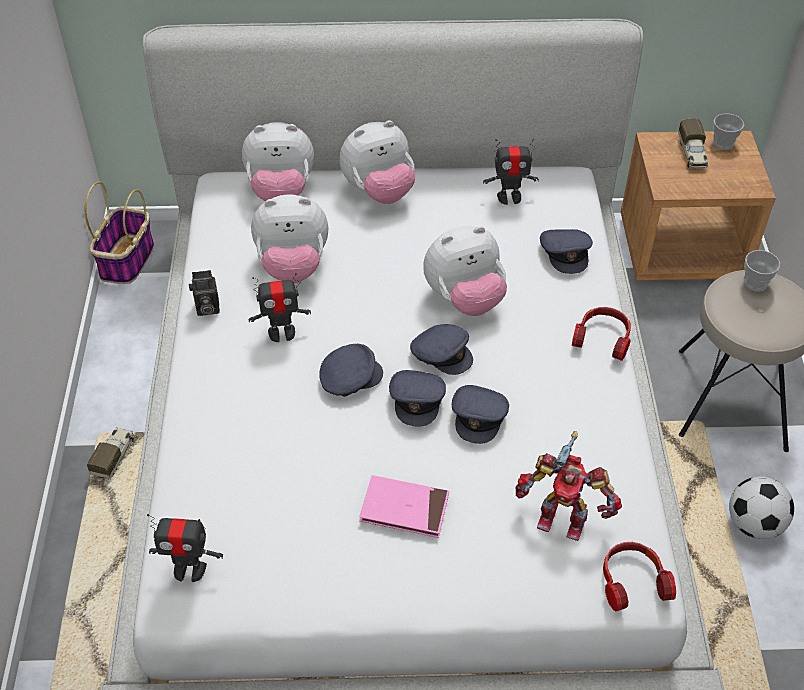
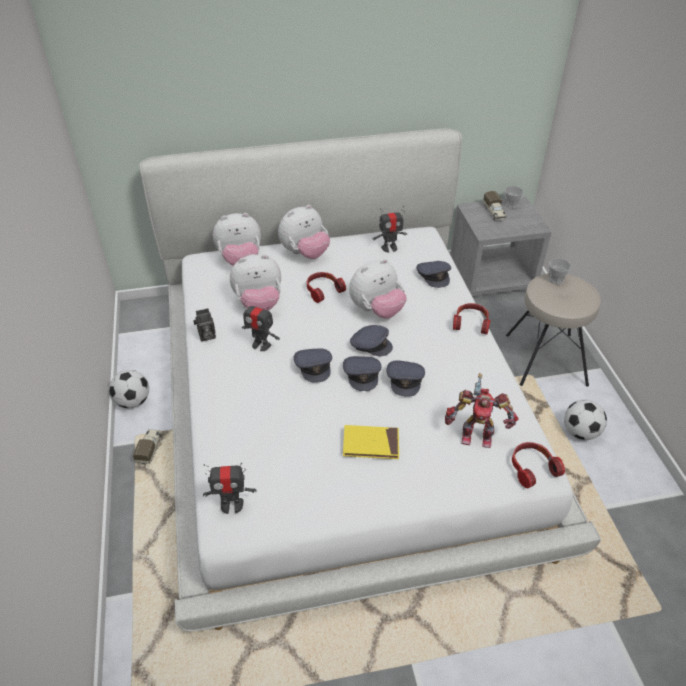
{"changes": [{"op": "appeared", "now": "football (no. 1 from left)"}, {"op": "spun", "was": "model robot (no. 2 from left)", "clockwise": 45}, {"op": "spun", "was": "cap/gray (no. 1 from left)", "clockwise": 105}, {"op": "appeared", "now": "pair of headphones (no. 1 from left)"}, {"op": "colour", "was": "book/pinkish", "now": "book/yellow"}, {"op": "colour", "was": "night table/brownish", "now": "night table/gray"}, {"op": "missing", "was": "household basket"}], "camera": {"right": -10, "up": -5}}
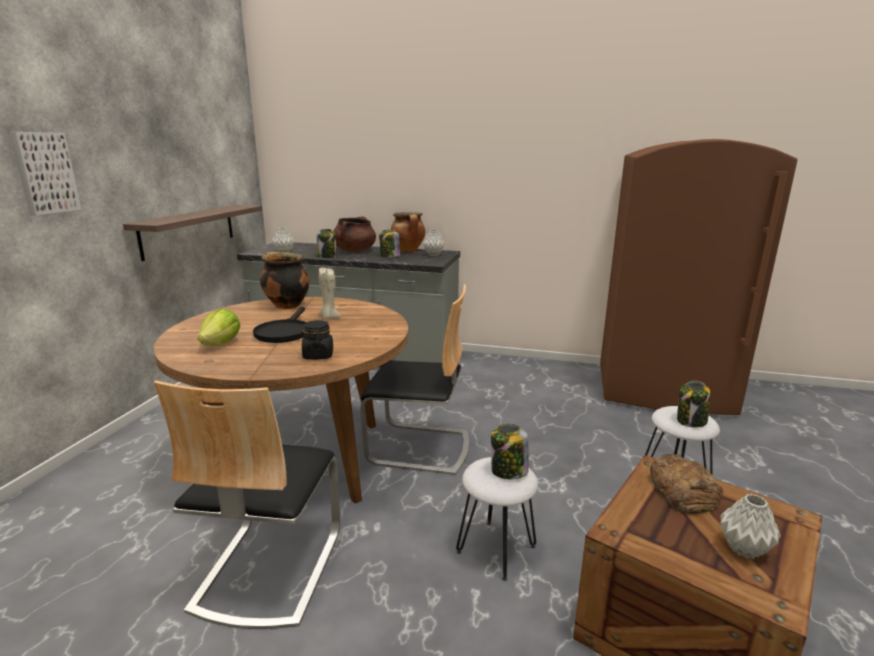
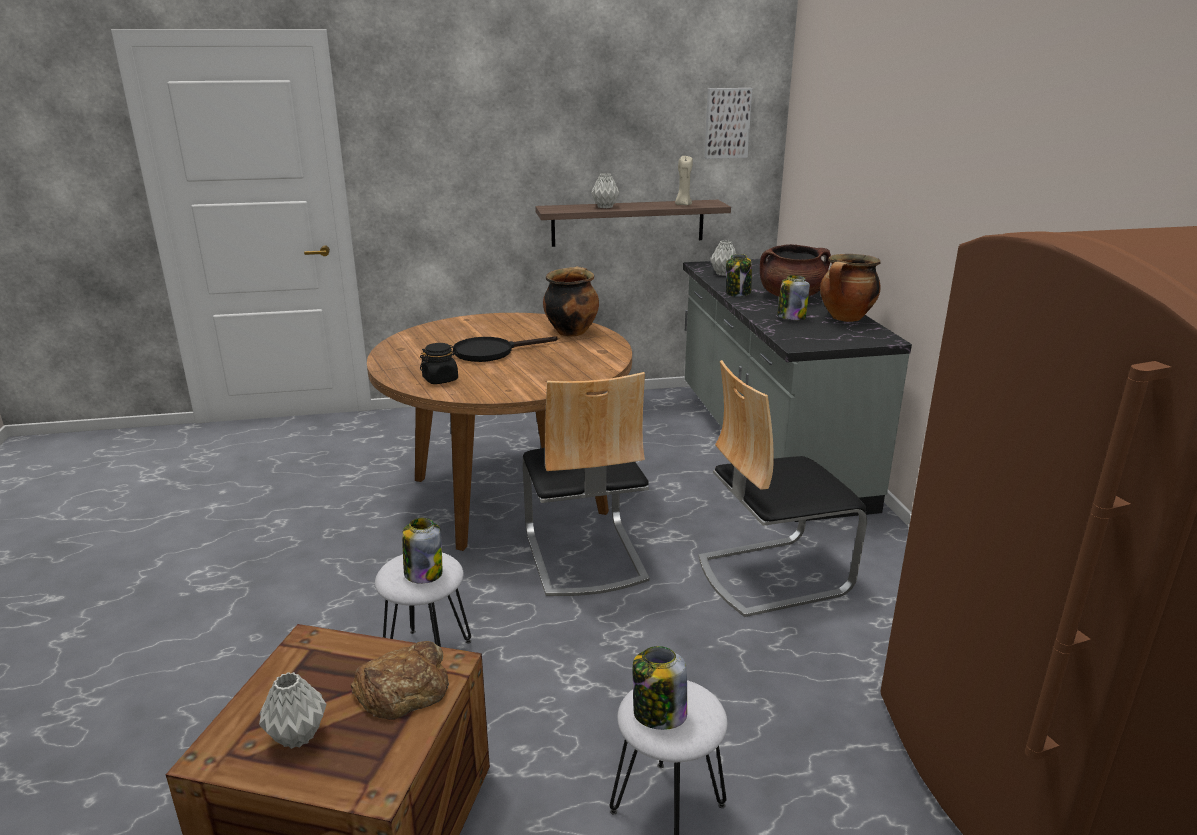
{"changes": [{"op": "relocated", "was": "vase/gray (no. 2 from left)"}, {"op": "relocated", "was": "candle/beige"}, {"op": "relocated", "was": "upright chair (no. 1 from left in the first image)", "now": "upright chair (no. 2 from left)"}, {"op": "relocated", "was": "wall picture"}, {"op": "missing", "was": "lettuce"}], "camera": {"right": 65, "up": 5}}
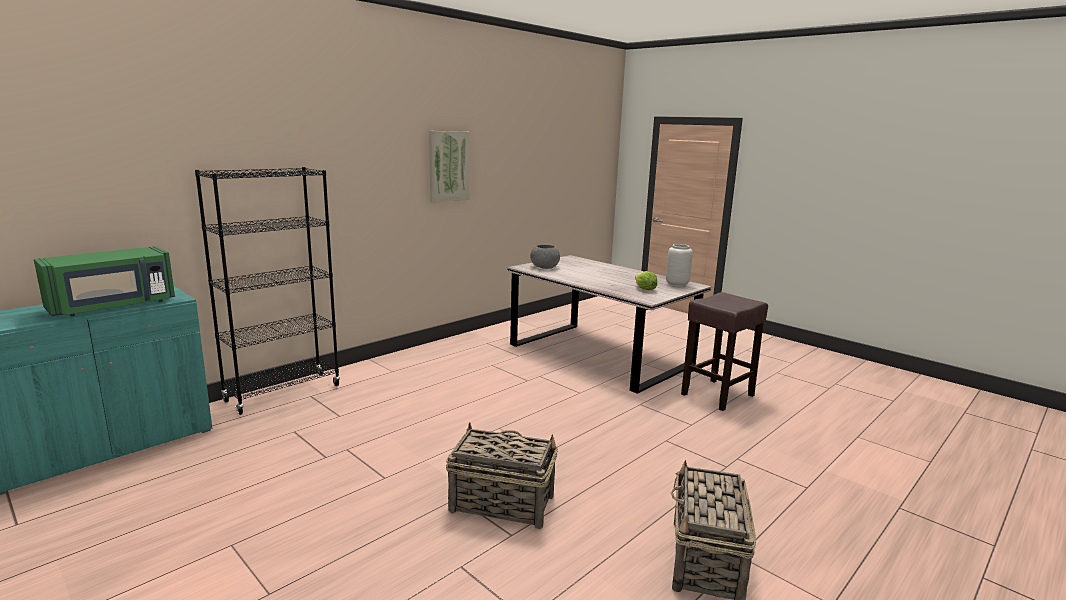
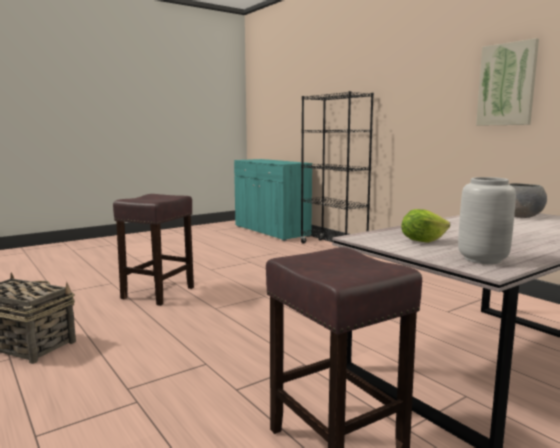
{"changes": [{"op": "exchanged", "was": "household basket (no. 1 from left)", "now": "sitting stool/brownish (no. 1 from left)"}, {"op": "missing", "was": "microwave/green"}], "camera": {"right": 100, "up": -5}}
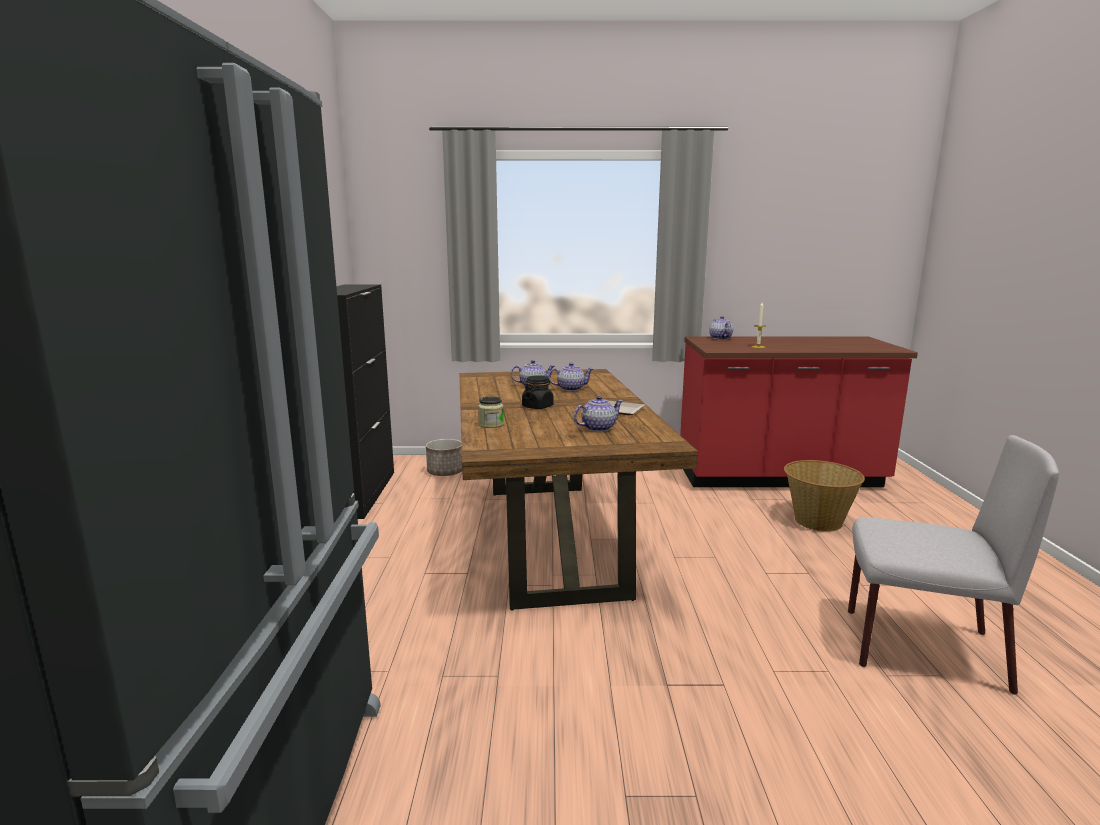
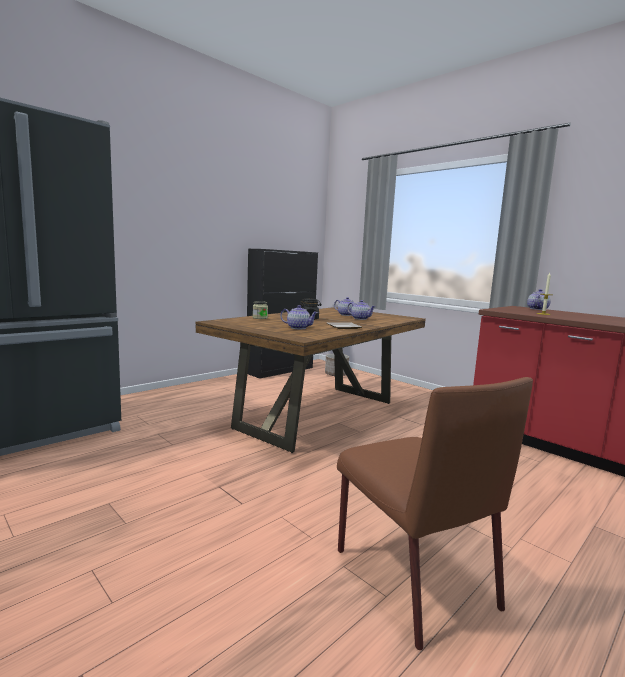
{"changes": [{"op": "colour", "was": "upright chair/gray", "now": "upright chair/brownish"}, {"op": "missing", "was": "household basket"}], "camera": {"right": 45, "up": -5}}
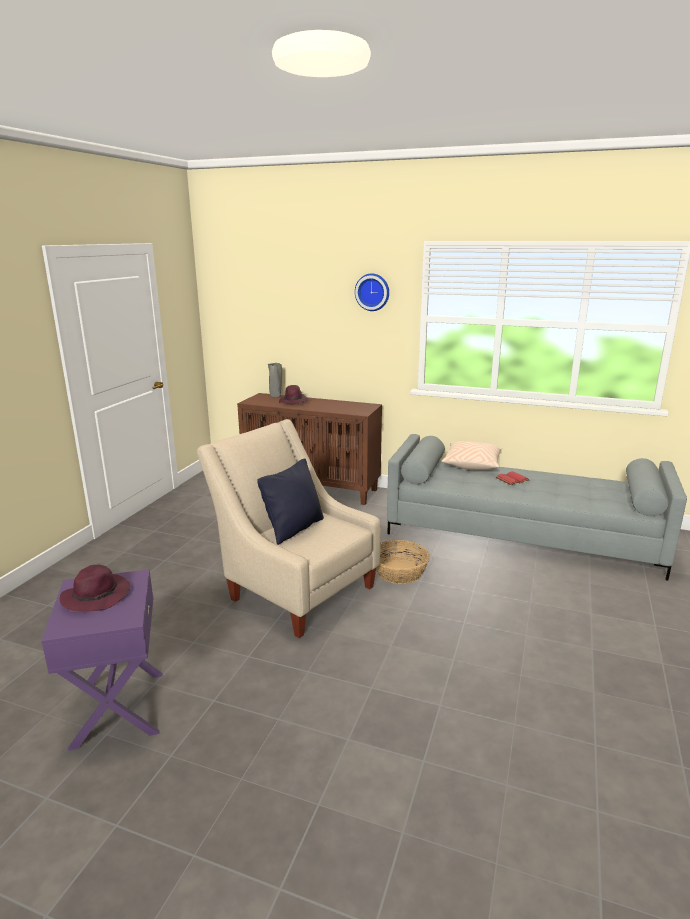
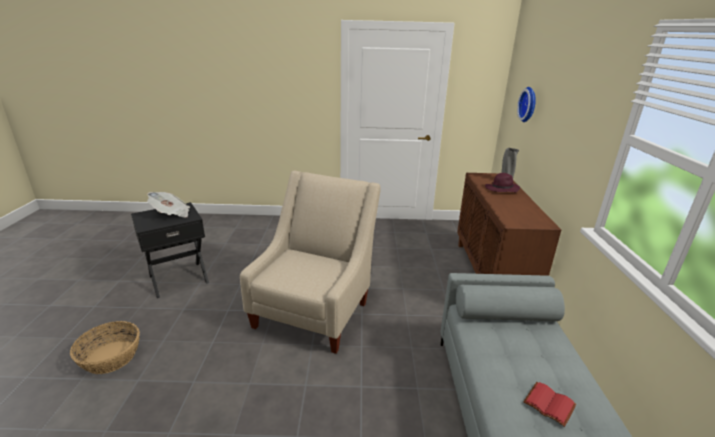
{"changes": [{"op": "relocated", "was": "household basket"}, {"op": "colour", "was": "side table/purplish", "now": "side table/black"}, {"op": "exchanged", "was": "wearable hat/purplish (no. 1 from left)", "now": "newspaper"}, {"op": "relocated", "was": "clock on the wall"}, {"op": "missing", "was": "throw pillow/black"}, {"op": "missing", "was": "throw pillow/beige"}], "camera": {"right": 70, "up": 5}}
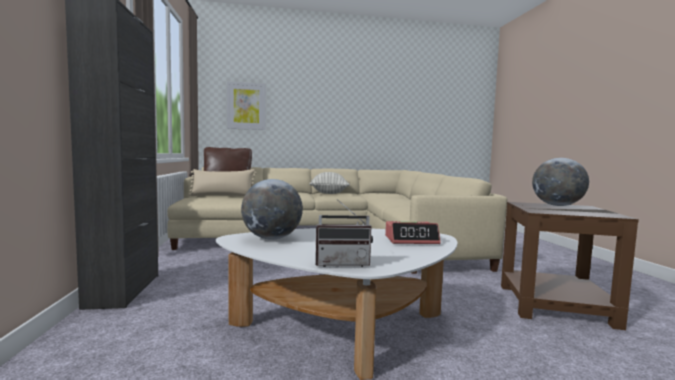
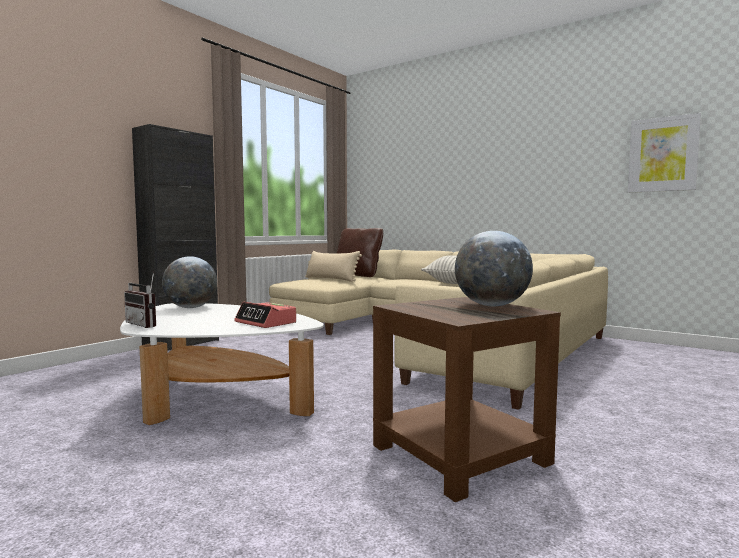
{"changes": [{"op": "relocated", "was": "wall picture"}], "camera": {"right": 45, "up": 0}}
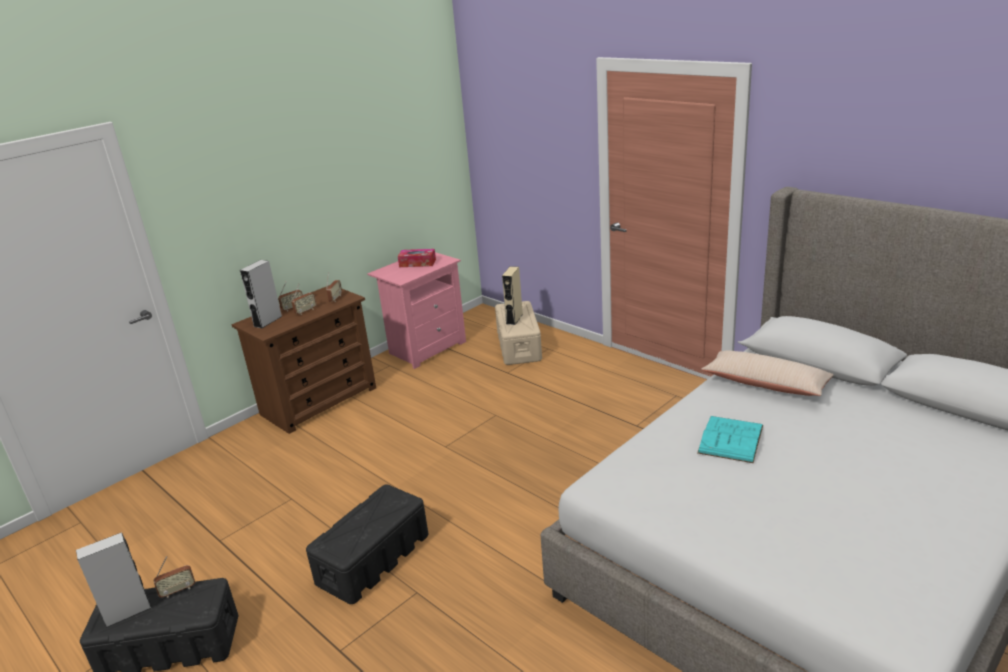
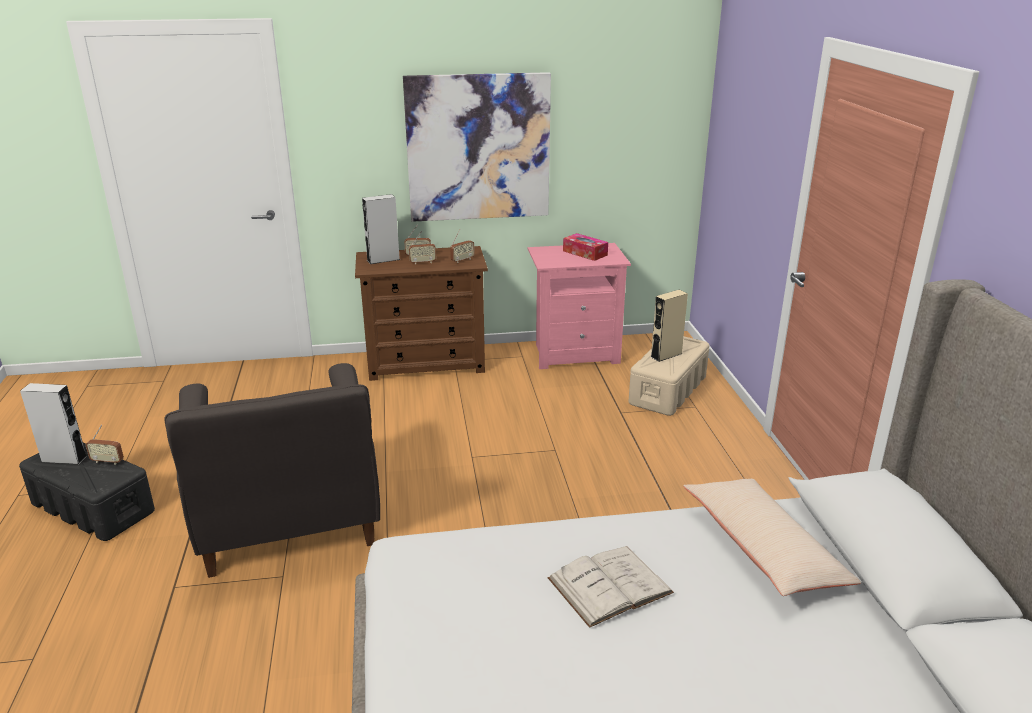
{"changes": [{"op": "exchanged", "was": "storage bin/black (no. 2 from left)", "now": "armchair/gray"}, {"op": "appeared", "now": "wall picture"}, {"op": "colour", "was": "book/turquoise", "now": "book/whitish"}], "camera": {"right": 35, "up": 0}}
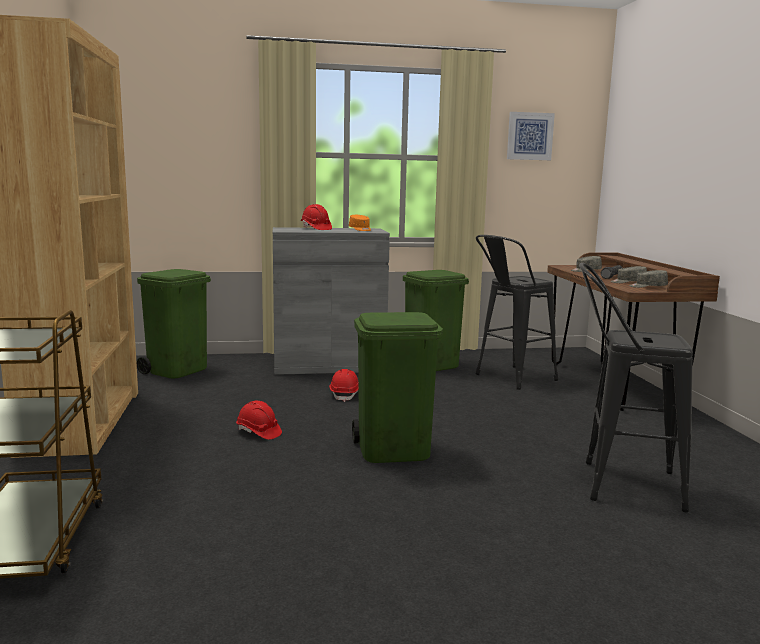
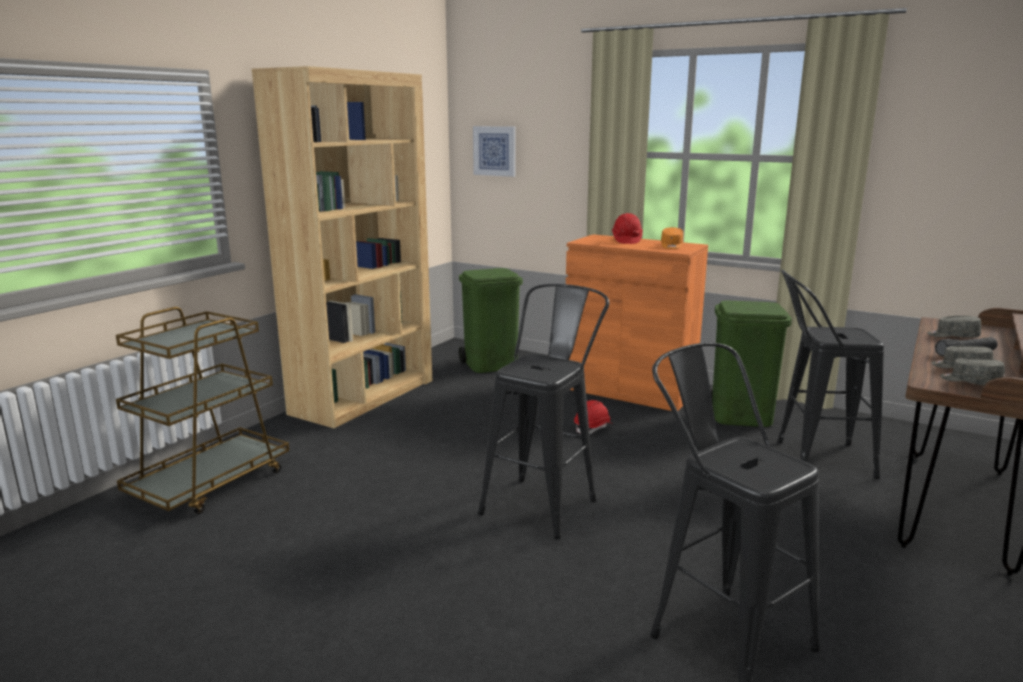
{"changes": [{"op": "relocated", "was": "wall picture"}, {"op": "exchanged", "was": "rubbish bin/green (no. 2 from left)", "now": "sitting stool/black (no. 1 from left)"}, {"op": "colour", "was": "cupboard/gray", "now": "cupboard/orange-coloured"}, {"op": "missing", "was": "safety helmet/red (no. 1 from left)"}], "camera": {"right": 40, "up": 5}}
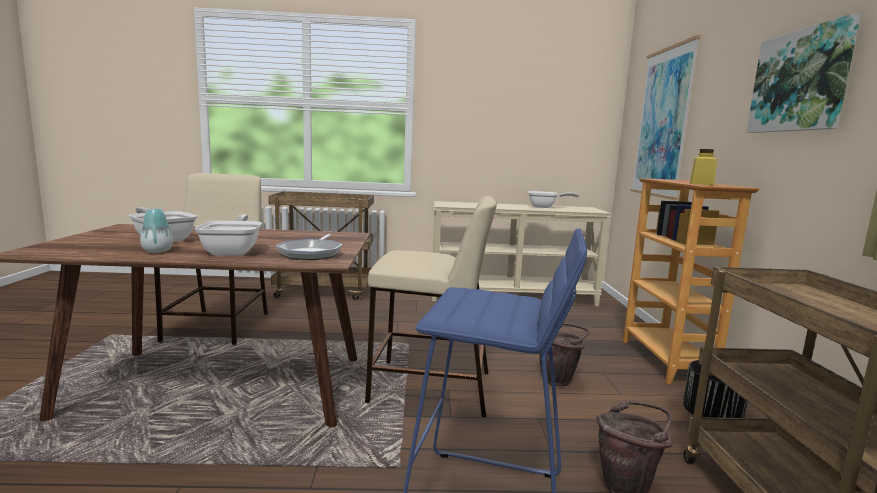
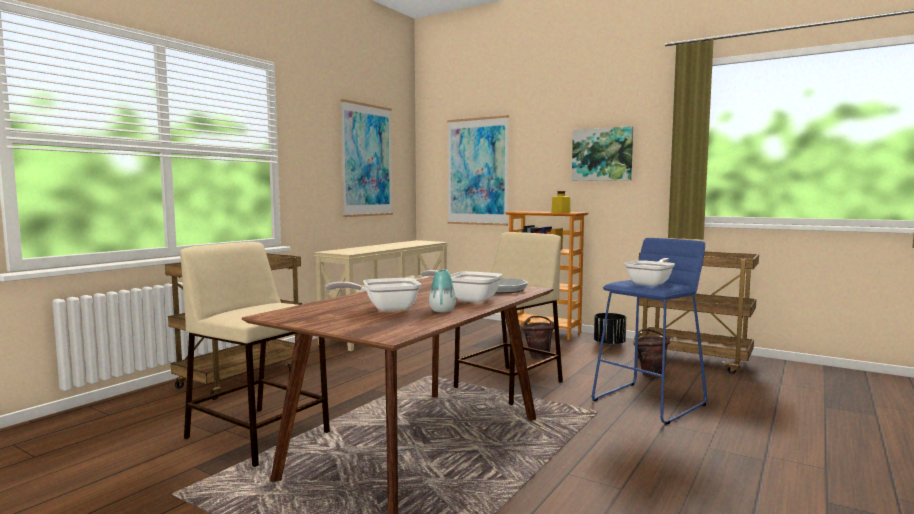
{"changes": [{"op": "appeared", "now": "wall picture (no. 1 from left)"}, {"op": "relocated", "was": "skillet (no. 4 from left)"}], "camera": {"right": -55, "up": -5}}
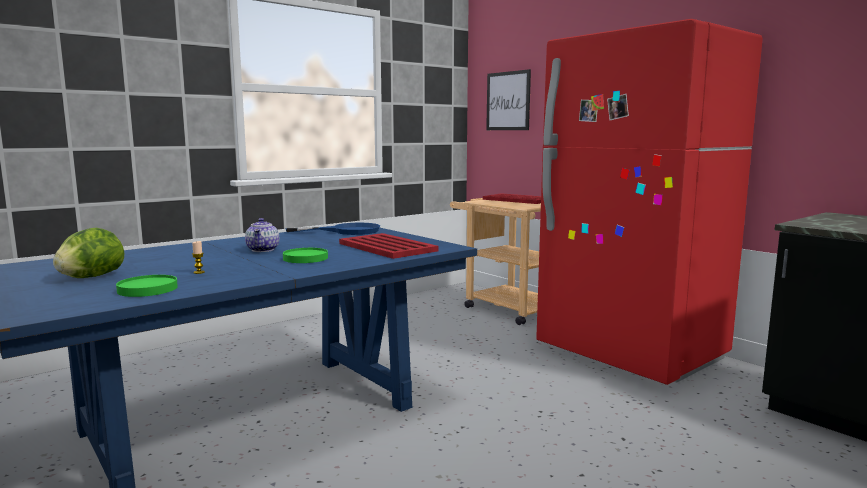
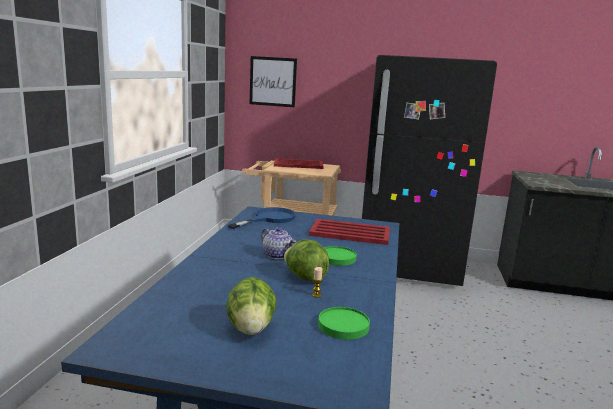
{"changes": [{"op": "appeared", "now": "lettuce (no. 2 from left)"}, {"op": "colour", "was": "refrigerator/red", "now": "refrigerator/black"}], "camera": {"right": -40, "up": 5}}
